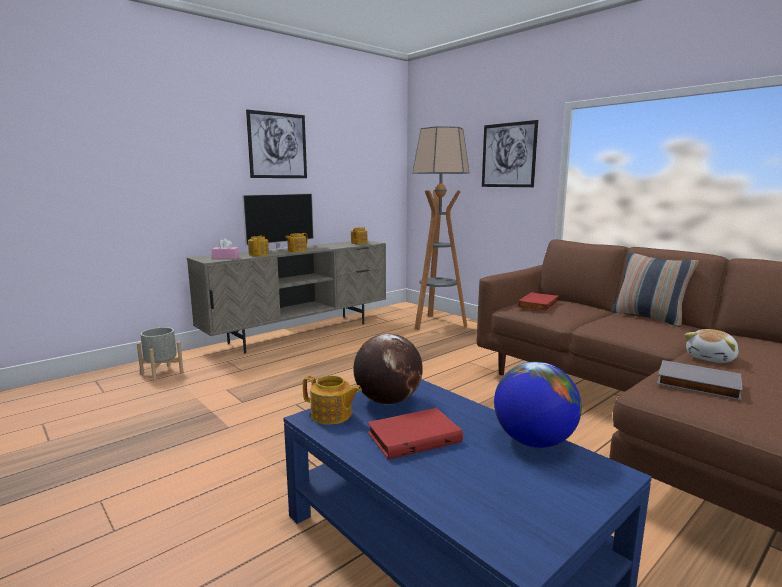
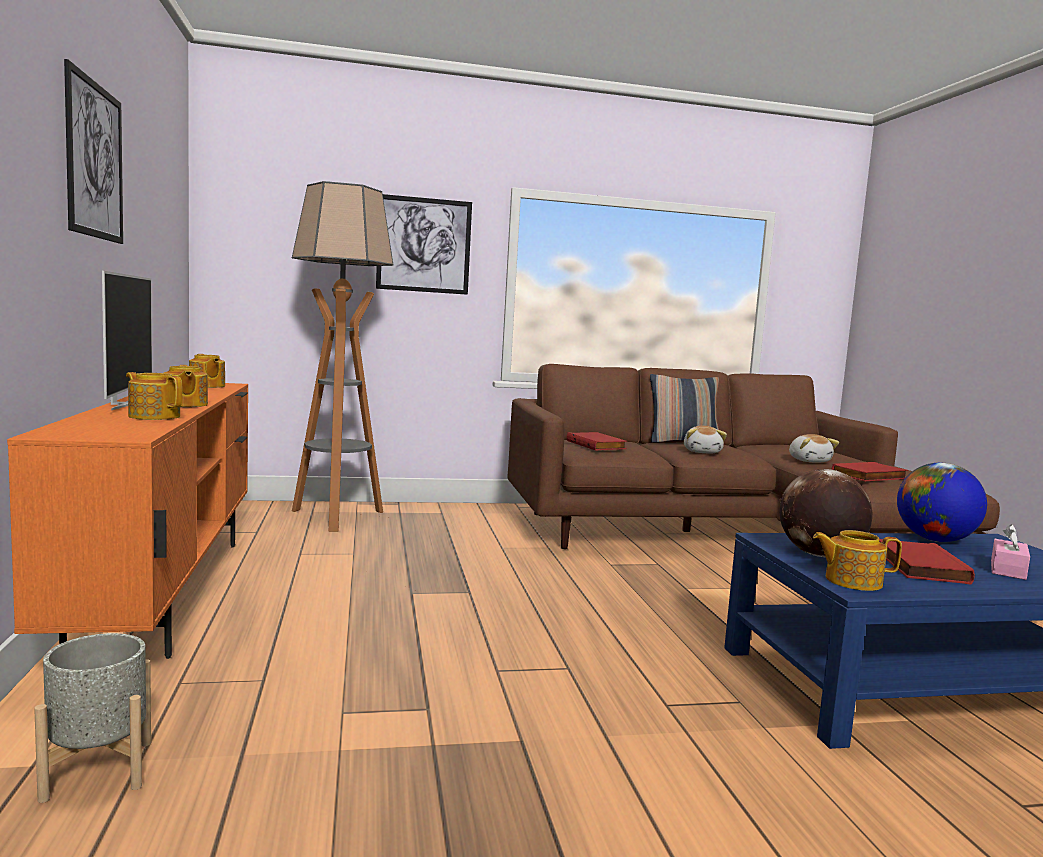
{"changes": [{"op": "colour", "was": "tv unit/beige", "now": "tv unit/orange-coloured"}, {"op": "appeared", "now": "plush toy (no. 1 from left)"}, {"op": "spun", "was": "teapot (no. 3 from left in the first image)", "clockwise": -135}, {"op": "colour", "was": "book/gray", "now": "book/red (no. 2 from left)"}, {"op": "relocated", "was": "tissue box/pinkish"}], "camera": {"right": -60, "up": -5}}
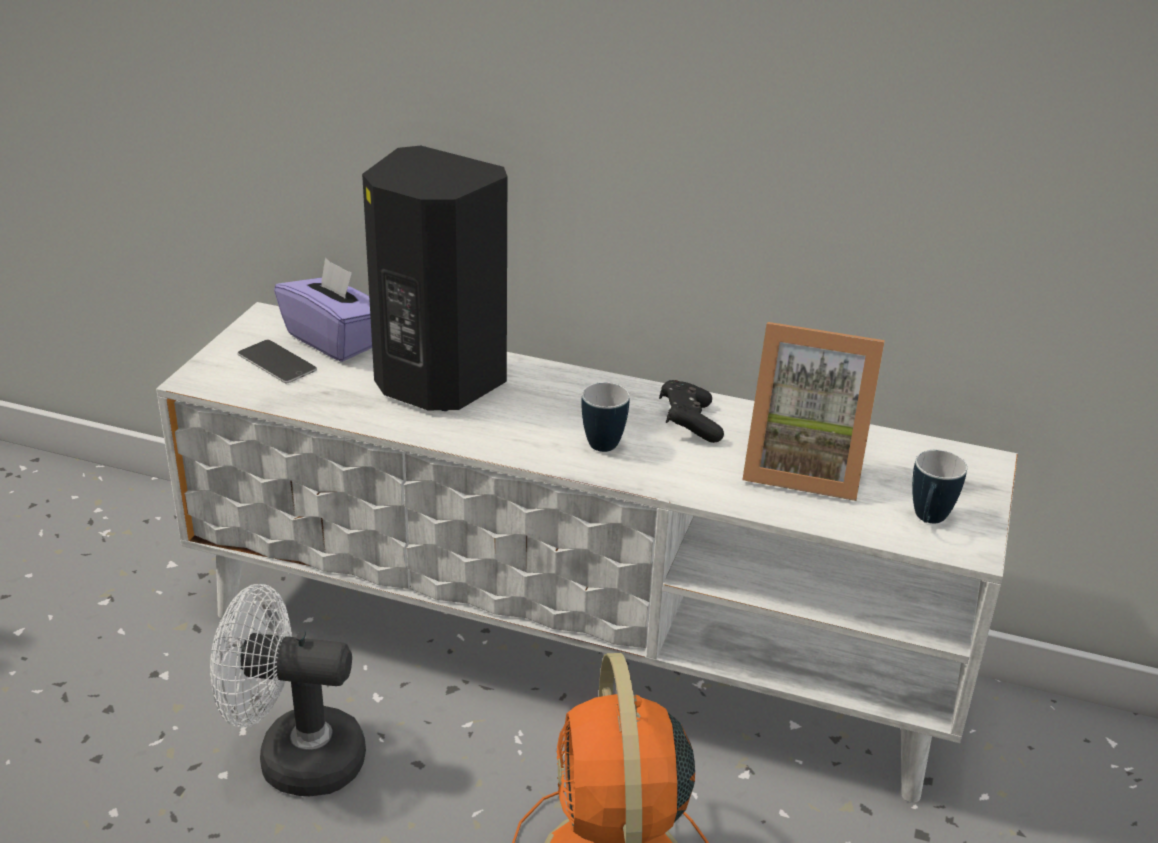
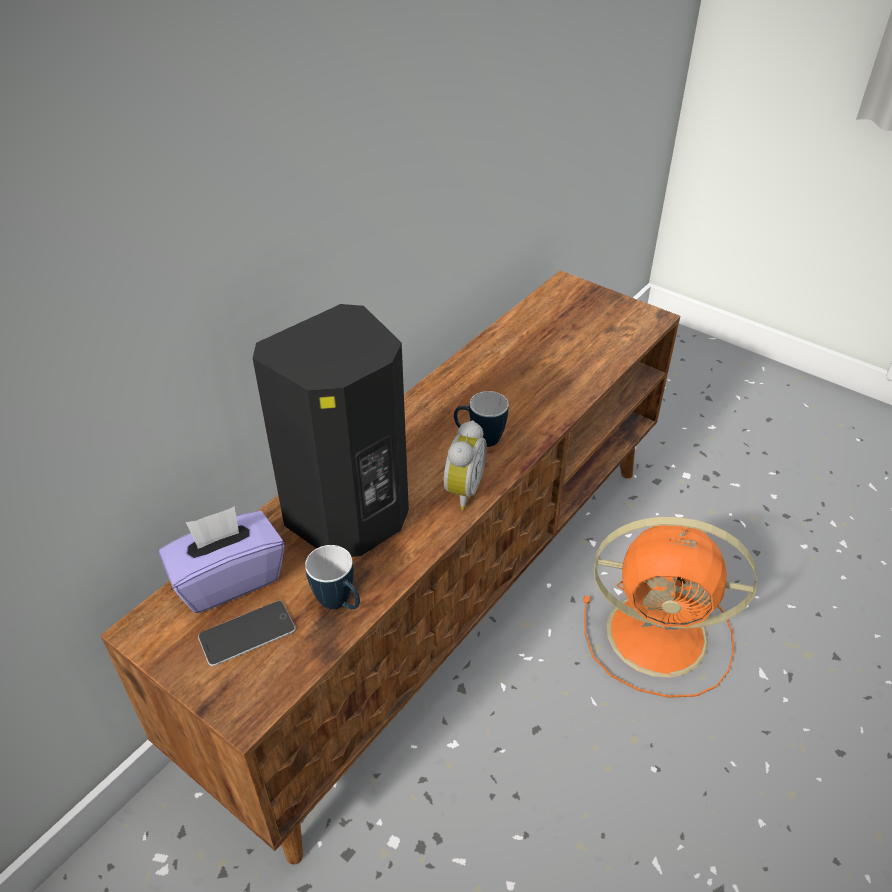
{"changes": [{"op": "colour", "was": "tv unit/whitish", "now": "tv unit/brownish"}, {"op": "relocated", "was": "coffee mug (no. 2 from left in the first image)", "now": "coffee mug (no. 1 from left)"}, {"op": "appeared", "now": "table clock"}, {"op": "missing", "was": "electric fan/whitish"}, {"op": "missing", "was": "joypad/black"}, {"op": "missing", "was": "standing frame"}], "camera": {"right": -70, "up": 10}}
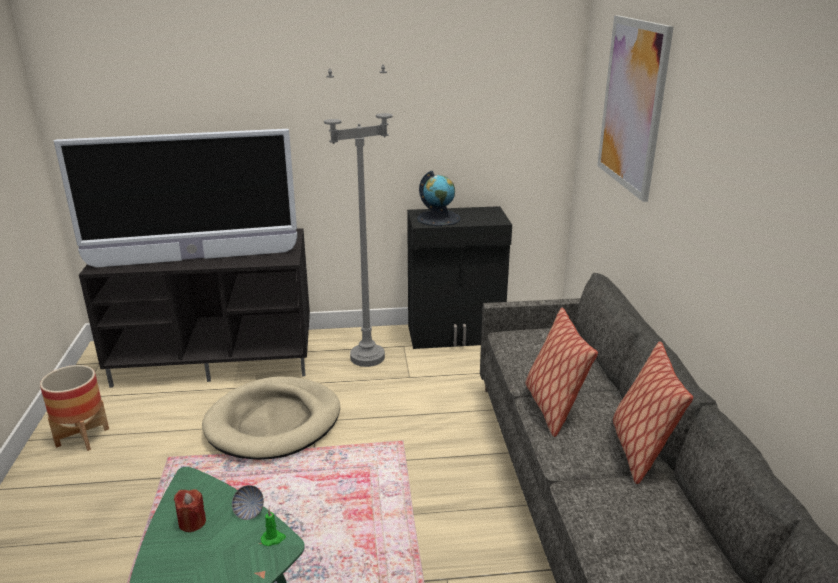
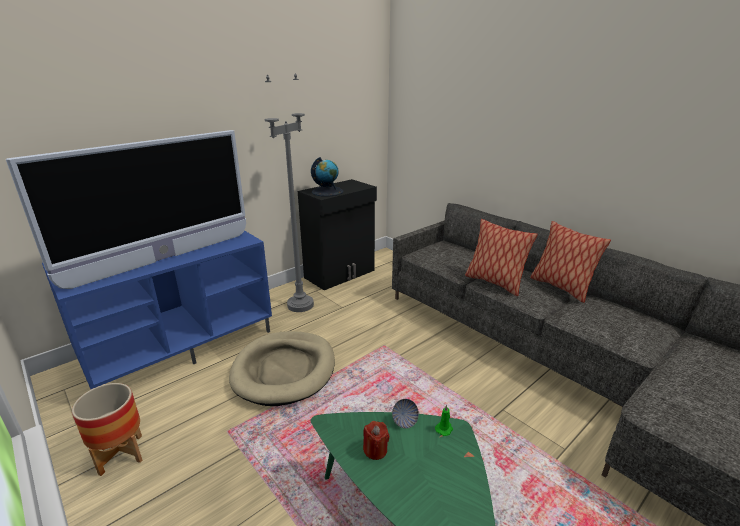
{"changes": [{"op": "colour", "was": "tv unit/black", "now": "tv unit/bluish"}, {"op": "missing", "was": "wall picture"}], "camera": {"right": -35, "up": 0}}
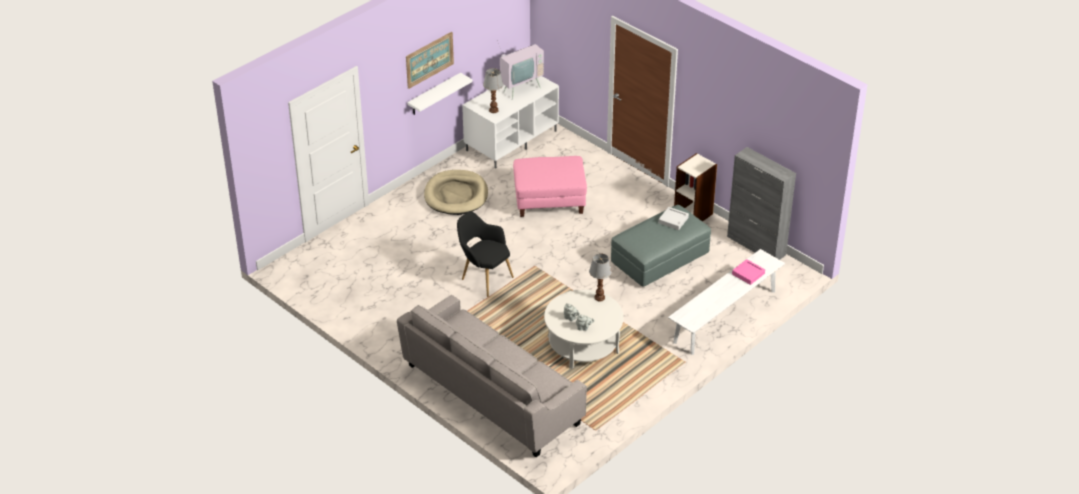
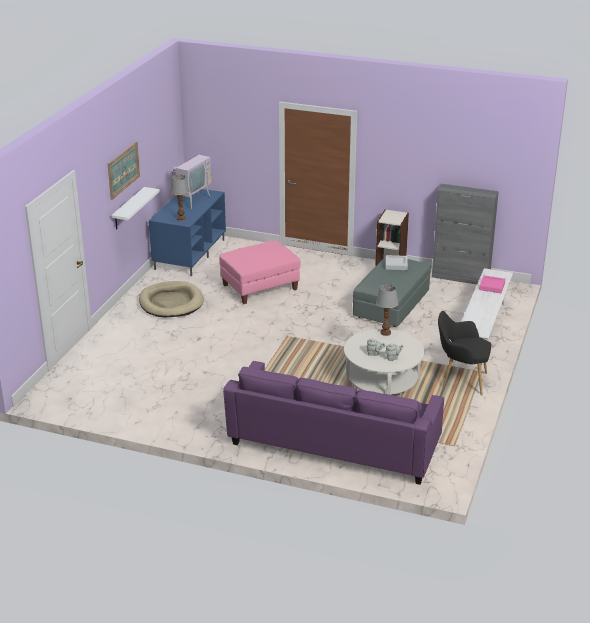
{"changes": [{"op": "colour", "was": "tv unit/whitish", "now": "tv unit/bluish"}, {"op": "colour", "was": "sofa/gray", "now": "sofa/purplish"}, {"op": "relocated", "was": "armchair/black"}], "camera": {"right": -25, "up": -10}}
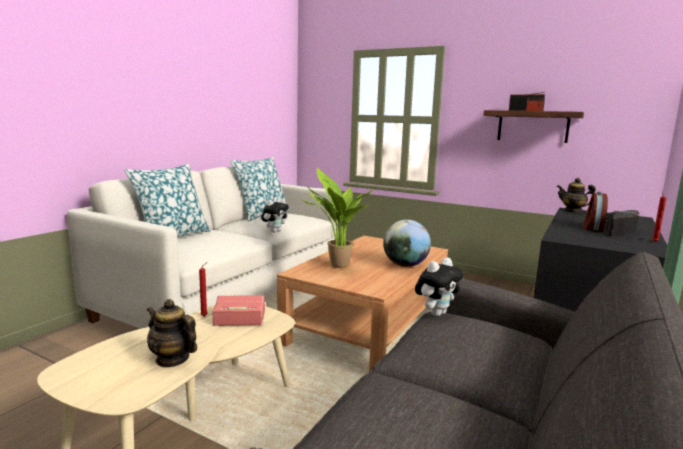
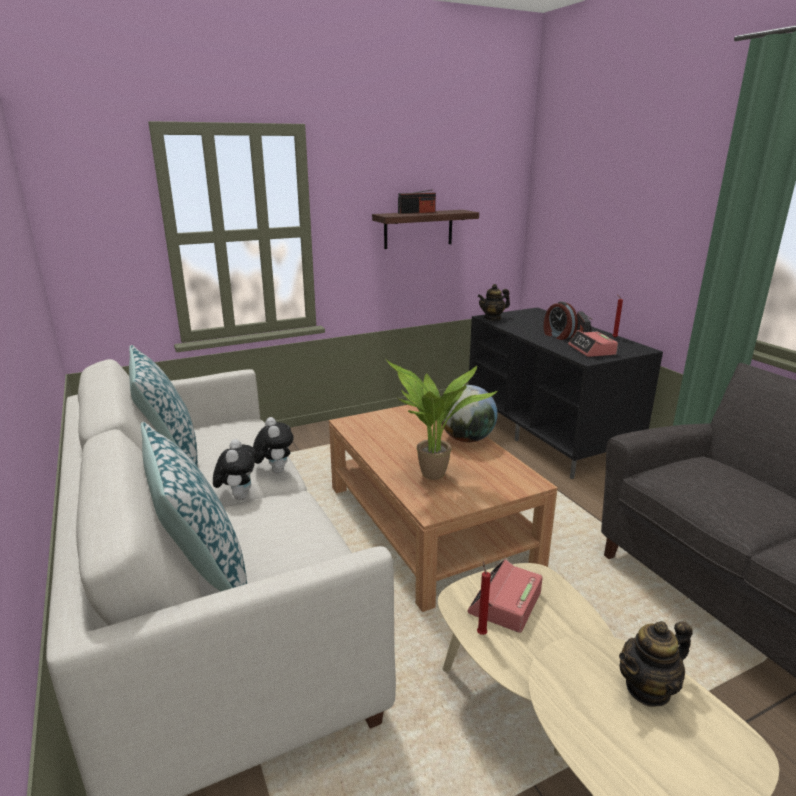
{"changes": [{"op": "relocated", "was": "plush toy (no. 2 from left in the first image)", "now": "plush toy (no. 1 from left)"}, {"op": "appeared", "now": "table clock (no. 3 from left)"}], "camera": {"right": -55, "up": 10}}
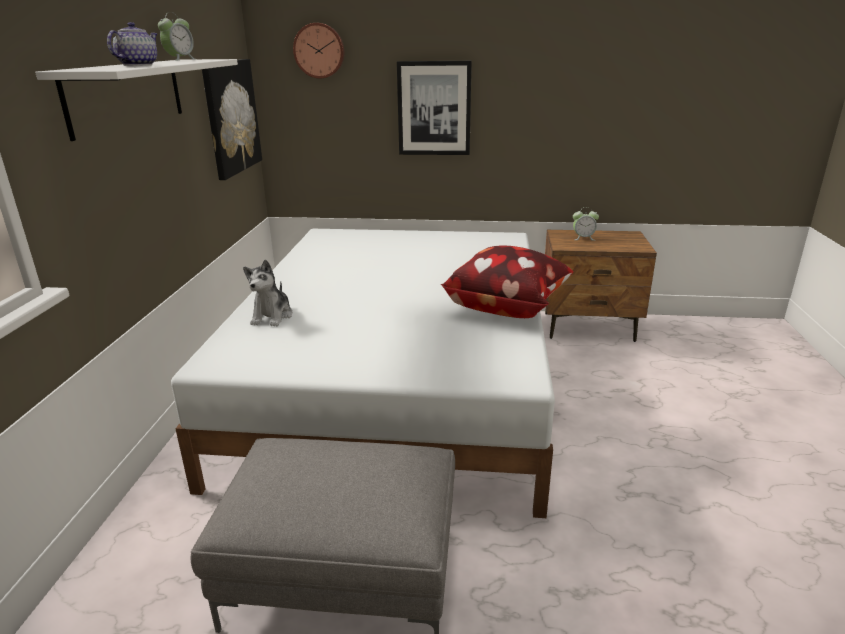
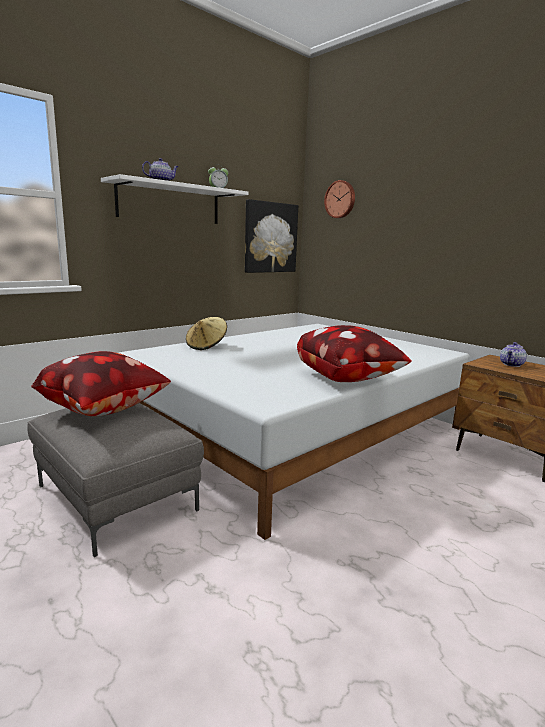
{"changes": [{"op": "appeared", "now": "throw pillow (no. 1 from left)"}, {"op": "exchanged", "was": "plush toy", "now": "wearable hat/beige"}, {"op": "exchanged", "was": "table clock (no. 2 from left)", "now": "teapot (no. 2 from left)"}, {"op": "missing", "was": "wall picture (no. 2 from left)"}], "camera": {"right": 40, "up": -10}}
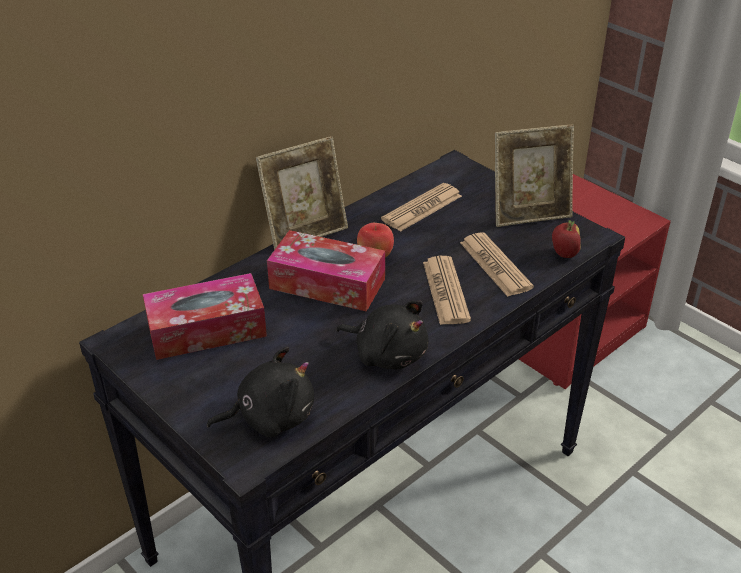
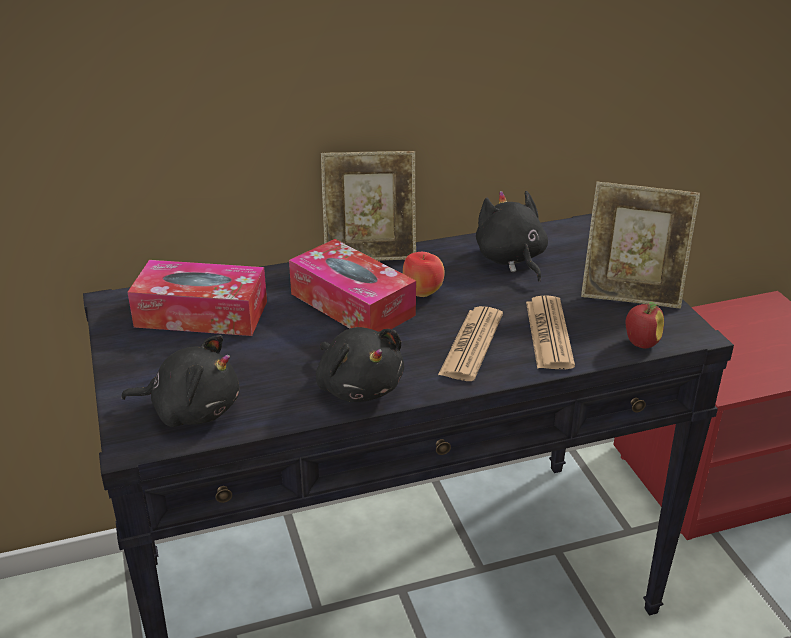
{"changes": [{"op": "exchanged", "was": "newspaper (no. 1 from left)", "now": "plush toy/black (no. 3 from left)"}], "camera": {"right": 25, "up": -5}}
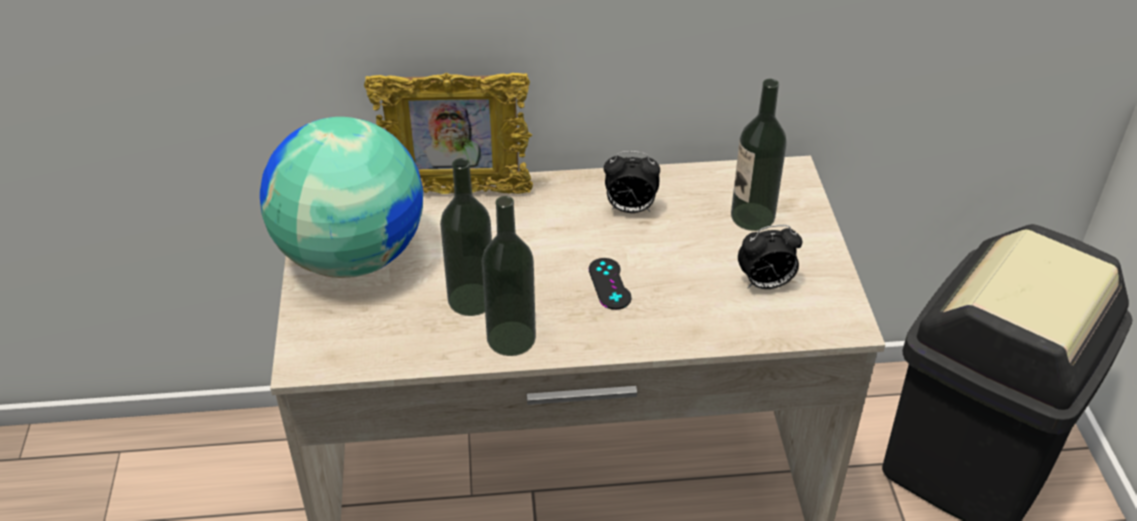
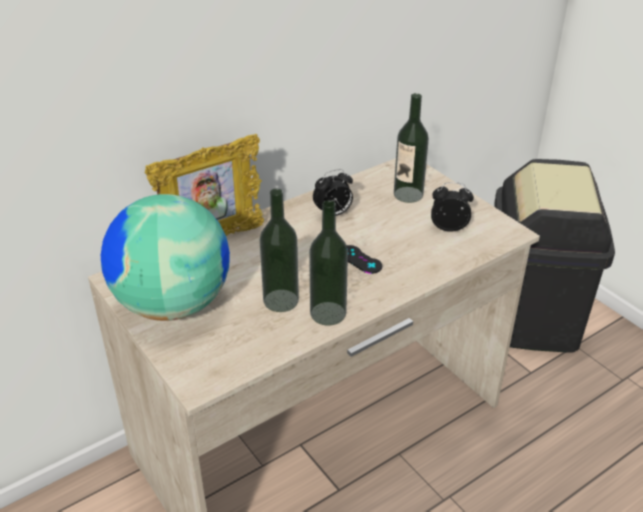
{"changes": [{"op": "spun", "was": "table clock (no. 2 from left)", "clockwise": -135}], "camera": {"right": -30, "up": -5}}
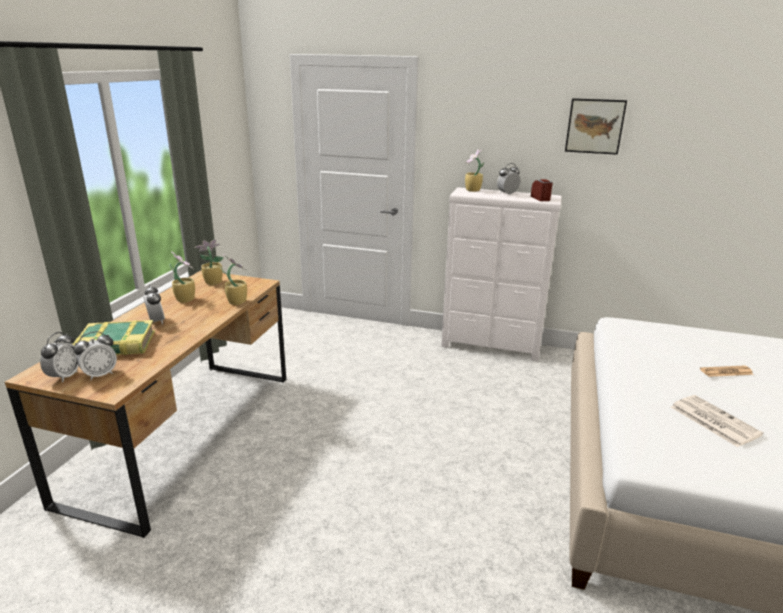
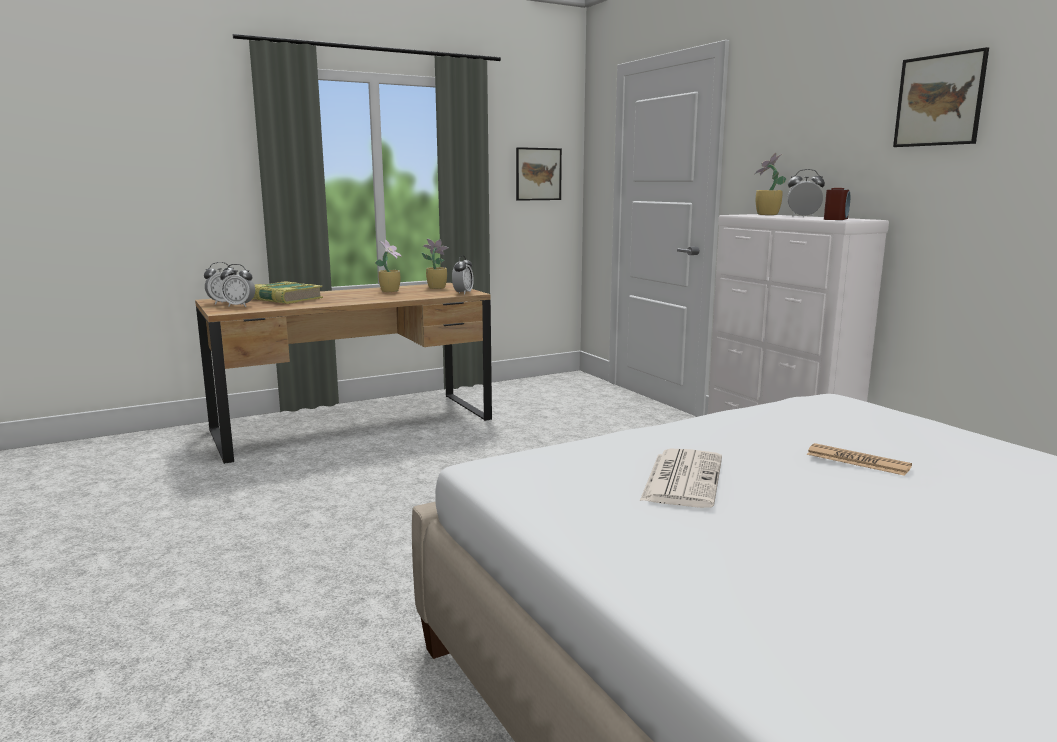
{"changes": [{"op": "relocated", "was": "table clock (no. 3 from left)"}, {"op": "appeared", "now": "wall picture (no. 1 from left)"}, {"op": "missing", "was": "potted plant (no. 3 from left)"}], "camera": {"right": 45, "up": -10}}
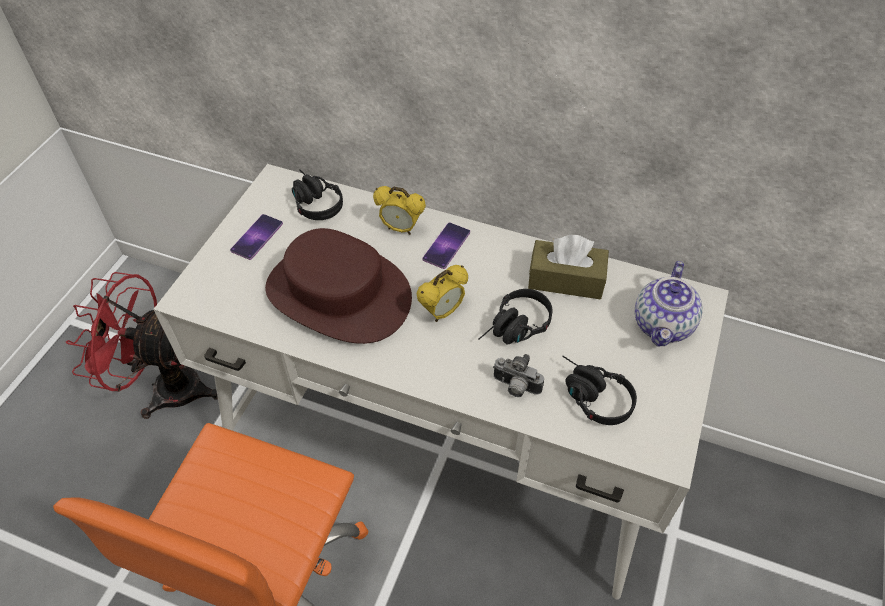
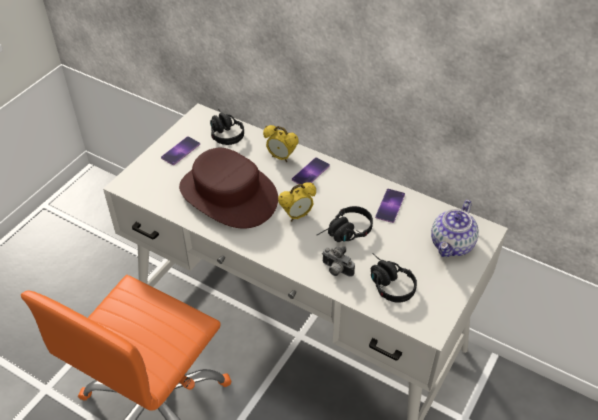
{"changes": [{"op": "exchanged", "was": "tissue box/brownish", "now": "telephone (no. 3 from left)"}, {"op": "missing", "was": "electric fan/red"}], "camera": {"right": 10, "up": -5}}
